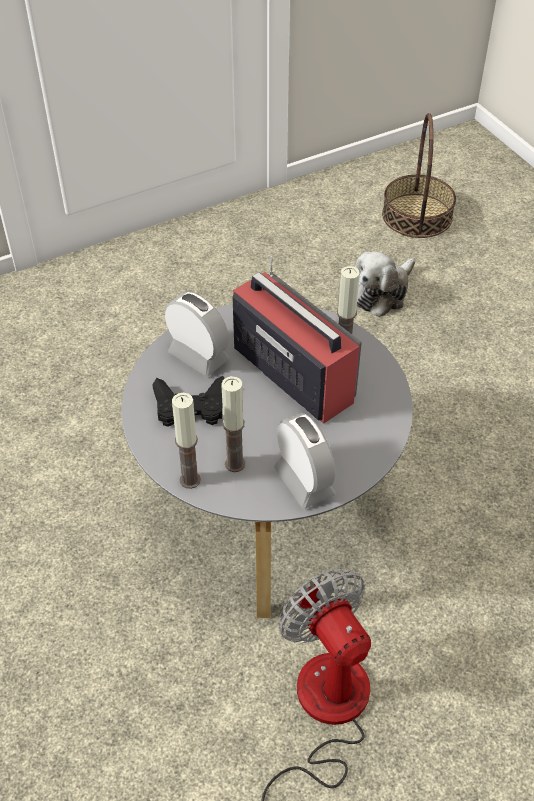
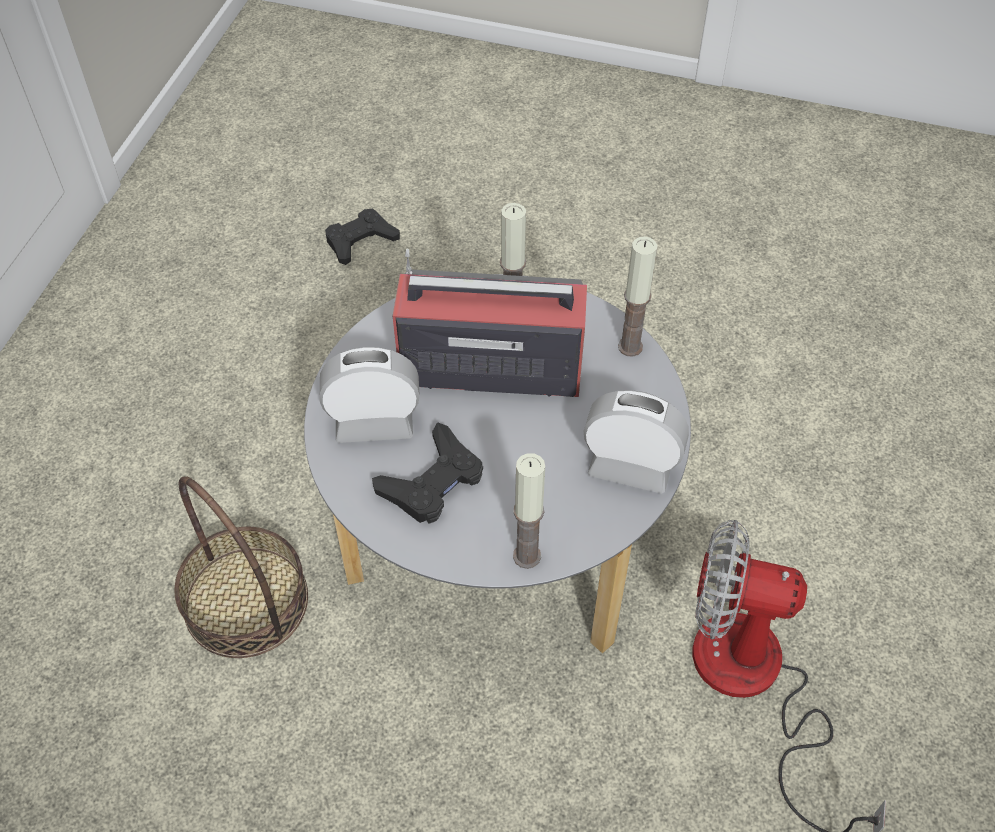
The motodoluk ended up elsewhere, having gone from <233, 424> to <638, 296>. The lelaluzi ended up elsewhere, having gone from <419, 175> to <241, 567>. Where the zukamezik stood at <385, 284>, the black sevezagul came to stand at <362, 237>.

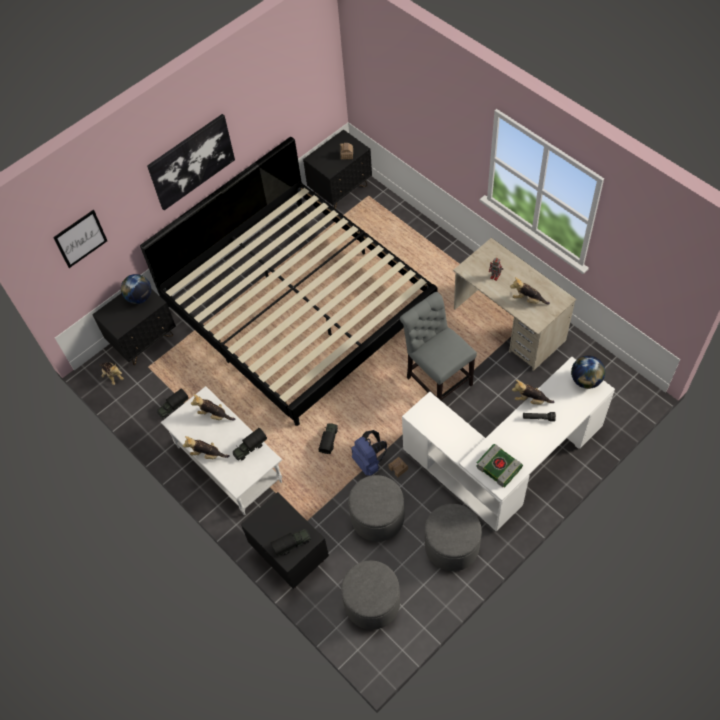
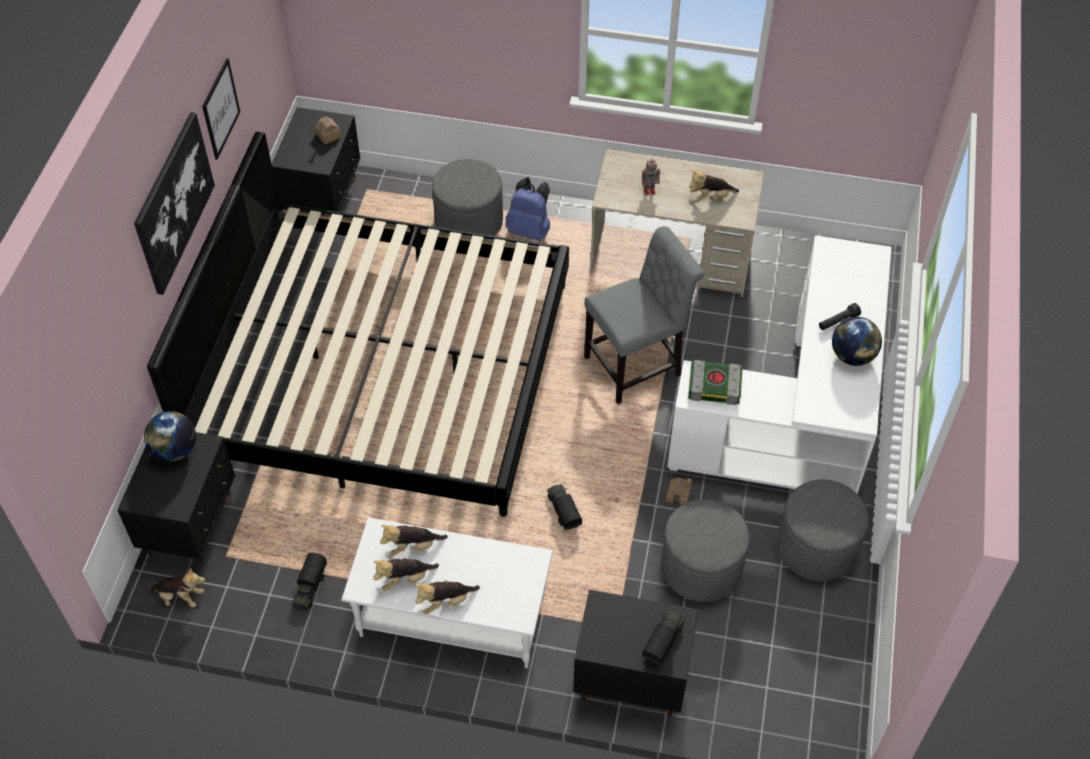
The second view lost the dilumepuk at <250, 444>. The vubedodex ended up elsewhere, having gone from <80, 239> to <221, 109>. The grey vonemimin ended up elsewhere, having gone from <370, 595> to <467, 197>. The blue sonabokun ended up elsewhere, having gone from <369, 453> to <527, 209>. The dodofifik ended up elsewhere, having gone from <499, 466> to <715, 382>. The zukamezik ended up elsewhere, having gone from <533, 392> to <406, 574>. The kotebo ended up elsewhere, having gone from <588, 372> to <857, 341>. The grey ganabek at <438, 346> ended up facing another way, 135 degrees clockwise from before.

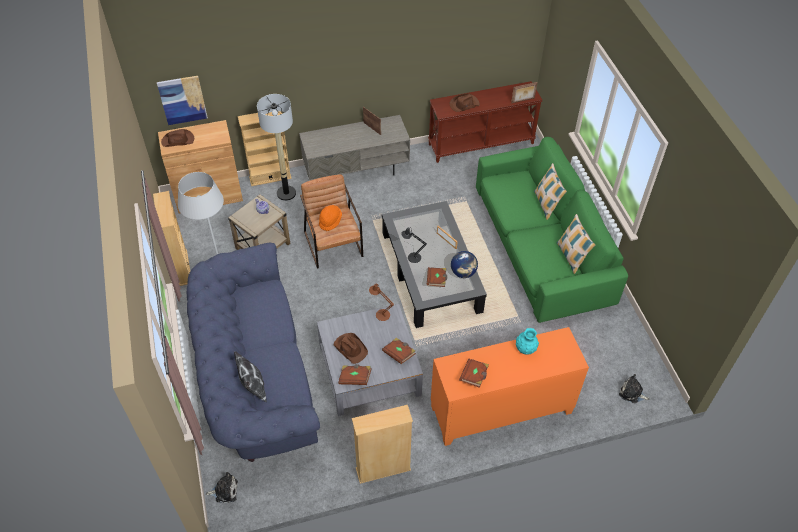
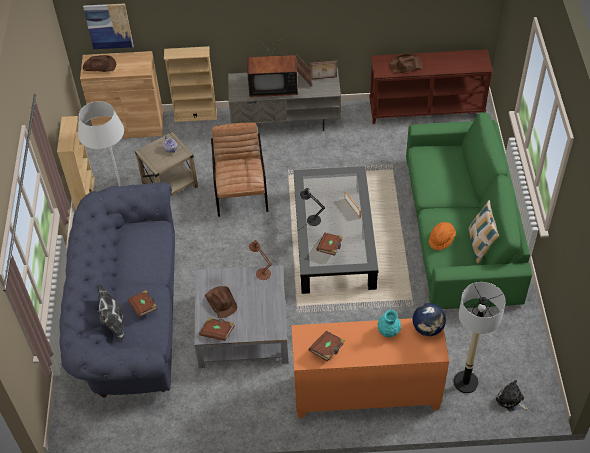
The second view lost the zukamezik at <222, 487>. The second view lost the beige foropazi at <382, 444>. The second view lost the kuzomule at <550, 191>. The second view gained the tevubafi at <272, 68>. The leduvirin ended up elsewhere, having gone from <276, 147> to <480, 337>. The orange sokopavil ended up elsewhere, having gone from <330, 218> to <442, 236>. The brown dodofifik ended up elsewhere, having gone from <399, 351> to <142, 303>. The kotebo ended up elsewhere, having gone from <464, 264> to <429, 319>. The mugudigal ended up elsewhere, having gone from <524, 93> to <323, 69>.

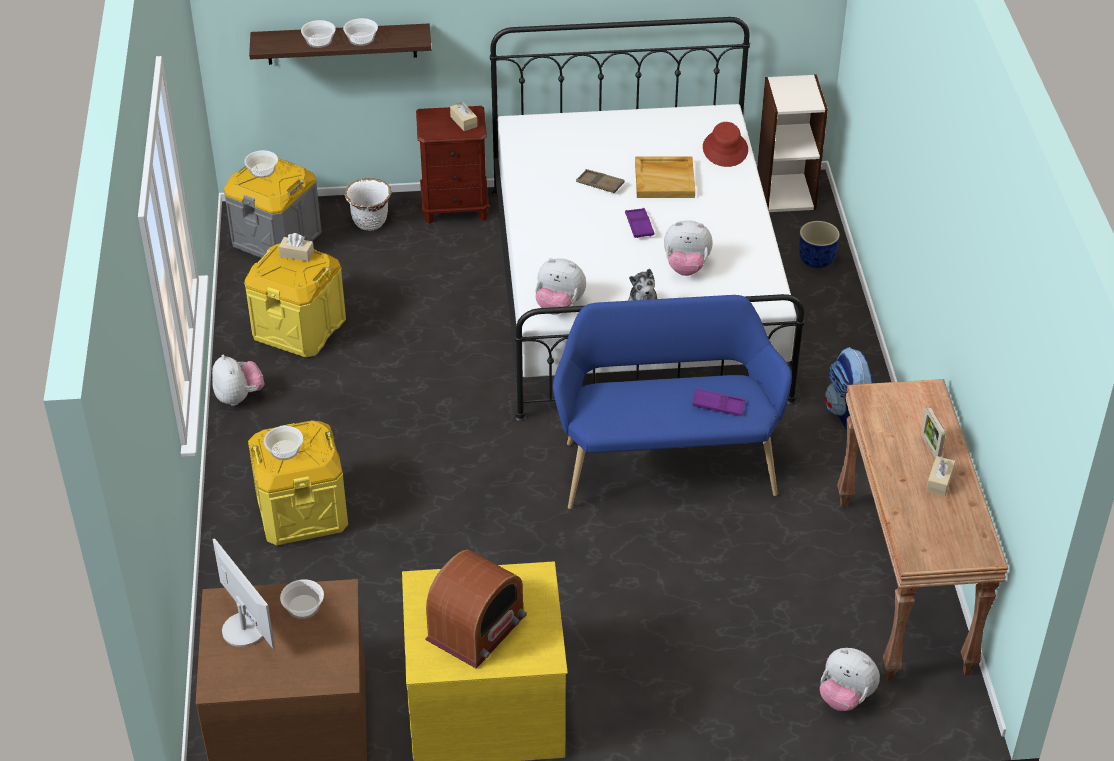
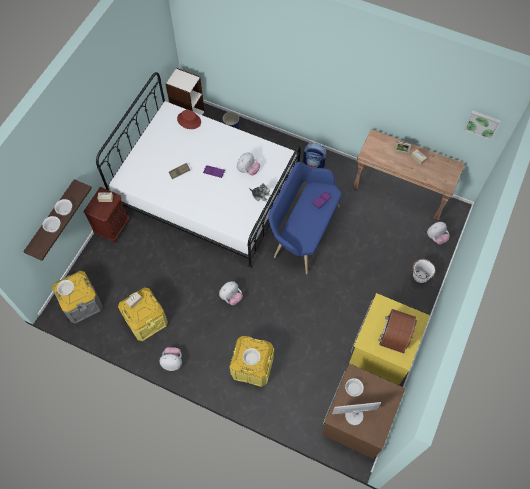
The second view lost the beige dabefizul at <665, 177>. The second view gained the vubedodex at <482, 125>. The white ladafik ended up elsewhere, having gone from <368, 204> to <424, 271>. The zukamezik ended up elsewhere, having gone from <560, 286> to <231, 293>. The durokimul at <476, 609> ended up facing another way, 135 degrees counterclockwise from before.

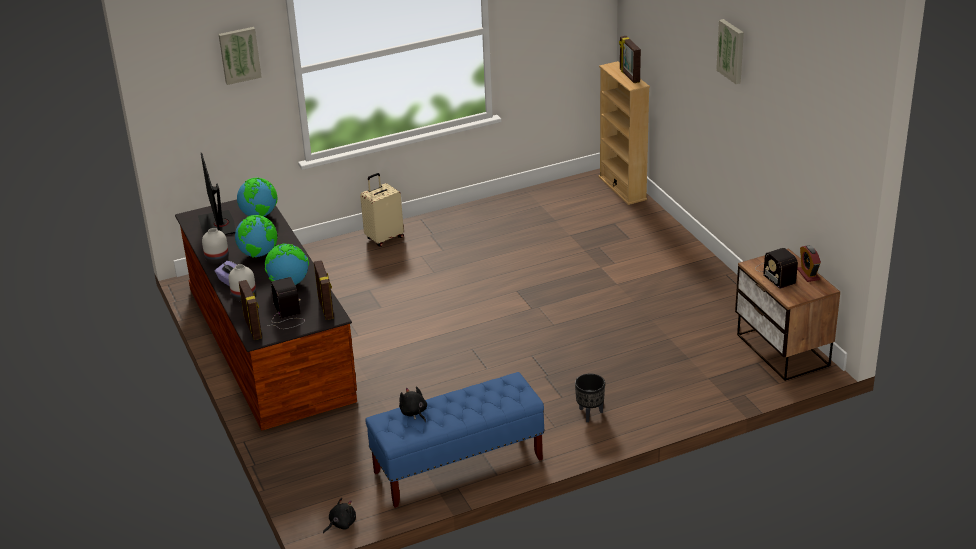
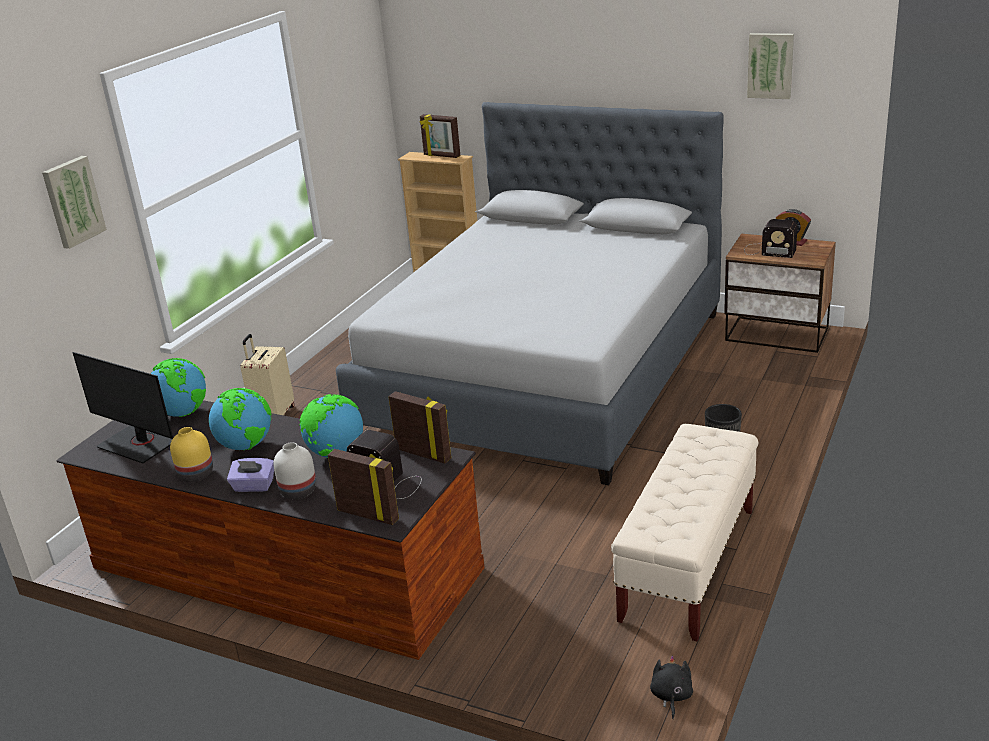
The second view lost the black zukamezik at <413, 404>. The second view gained the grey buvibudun at <530, 293>. The vubedodex ended up elsewhere, having gone from <730, 51> to <770, 66>. What was the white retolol at <215, 246> turned into the yellow retolol at <191, 454>. What was the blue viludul at <455, 440> turned into the beige viludul at <684, 533>.

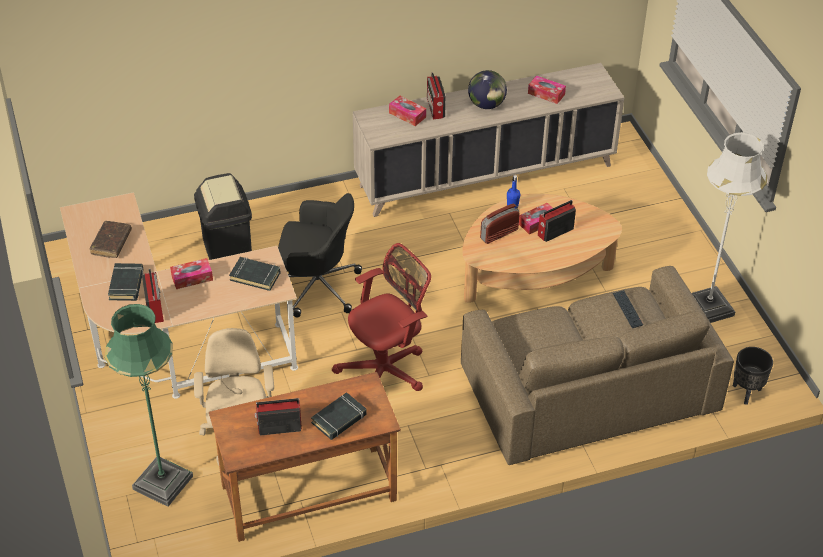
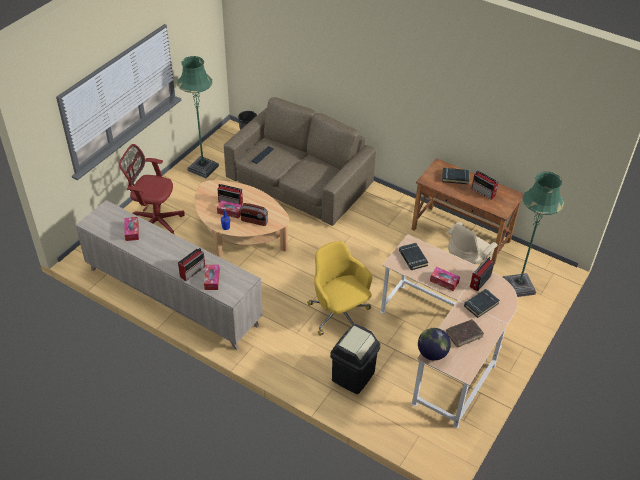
The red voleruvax ended up elsewhere, having gone from <381, 317> to <152, 189>. The kotebo ended up elsewhere, having gone from <487, 89> to <434, 344>. What was the black voleruvax at <320, 255> turned into the yellow voleruvax at <339, 288>. What was the white leduvirin at <729, 227> turned into the green leduvirin at <198, 117>.

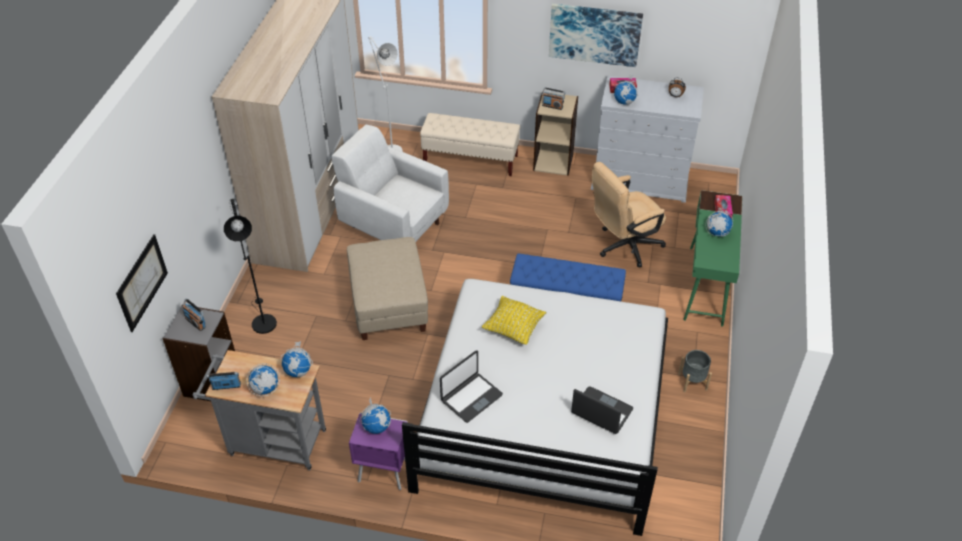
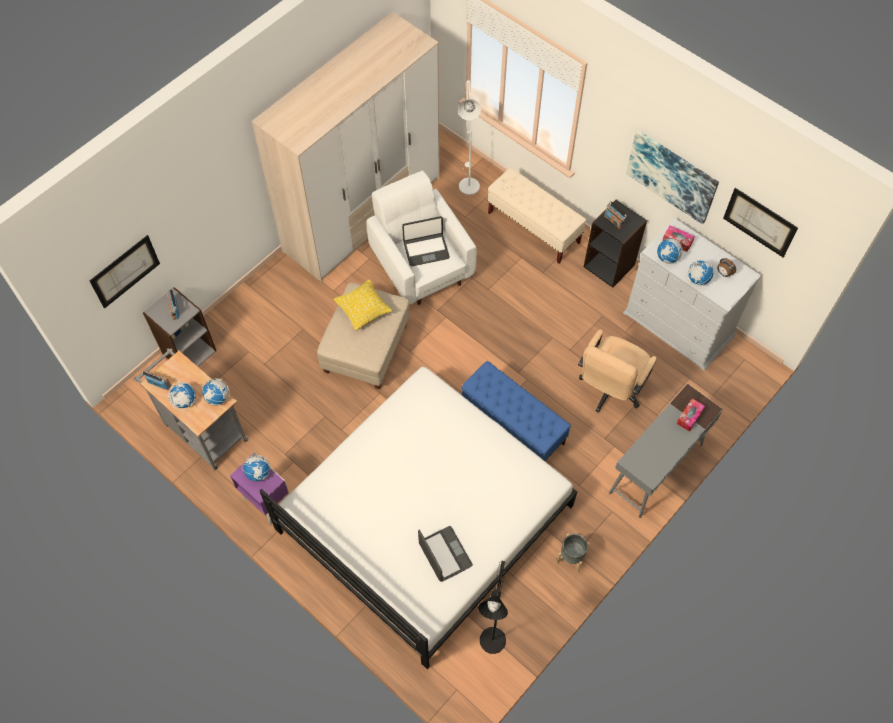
The second view gained the vubedodex at <760, 223>. The black leduvirin ended up elsewhere, having gone from <250, 266> to <493, 607>. The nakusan ended up elsewhere, having gone from <471, 386> to <426, 241>. The yellow kuzomule ended up elsewhere, having gone from <514, 320> to <363, 305>. The kotebo ended up elsewhere, having gone from <719, 224> to <699, 273>. What was the beige foropazi at <555, 134> turned into the black foropazi at <615, 244>. What was the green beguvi at <713, 258> turned into the grey beguvi at <666, 450>. The beige voleruvax at <629, 214> ended up facing another way, 60 degrees counterclockwise from before.

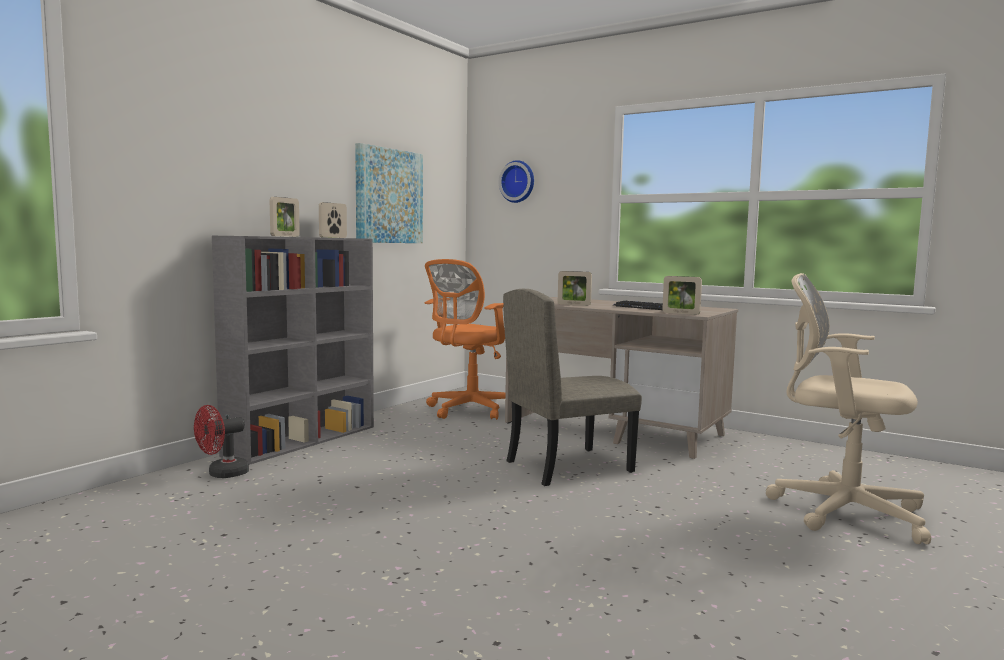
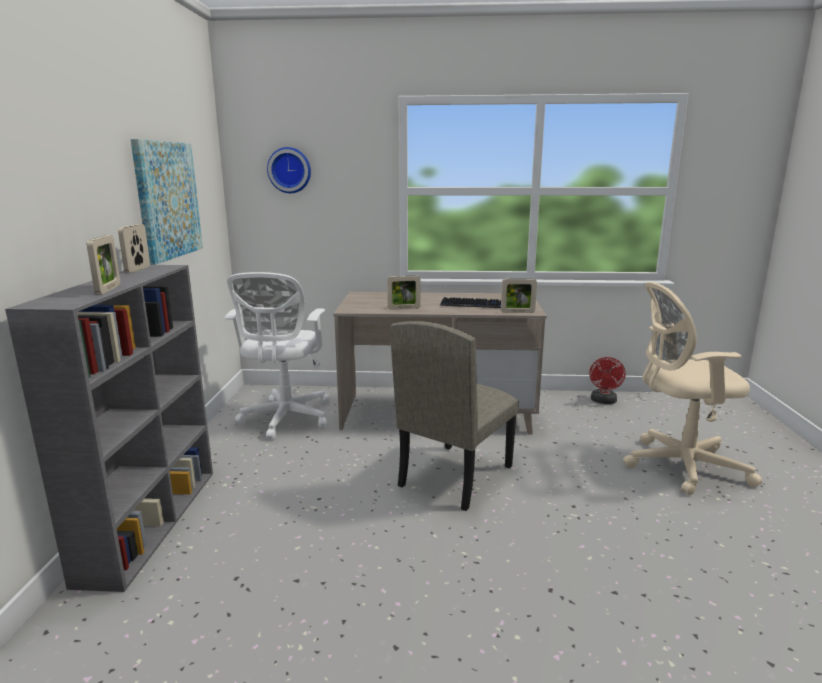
The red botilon ended up elsewhere, having gone from <221, 441> to <607, 380>. What was the orange voleruvax at <464, 339> turned into the white voleruvax at <277, 356>.

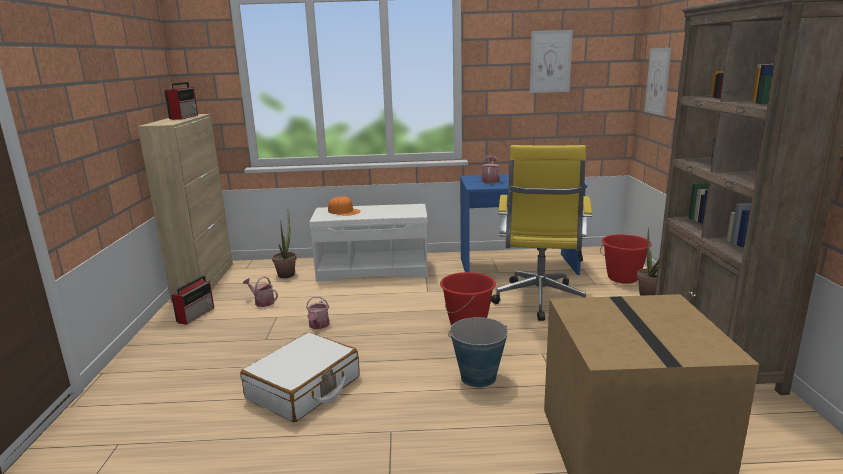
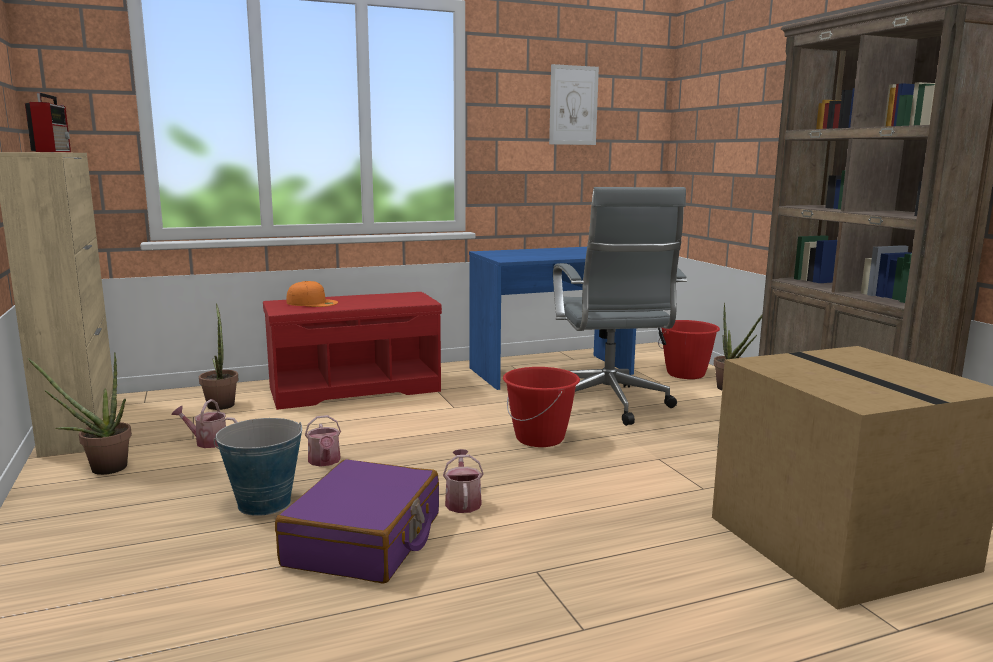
The second view lost the vubedodex at <658, 82>. The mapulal ended up elsewhere, having gone from <478, 352> to <258, 467>. The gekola ended up elsewhere, having gone from <491, 169> to <463, 481>. Where the durokimul stood at <192, 300>, the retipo came to stand at <80, 413>. What was the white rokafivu at <300, 377> turned into the purple rokafivu at <357, 521>. What was the white viludul at <368, 243> turned into the red viludul at <352, 351>. What was the yellow voleruvax at <541, 233> turned into the grey voleruvax at <620, 306>.

